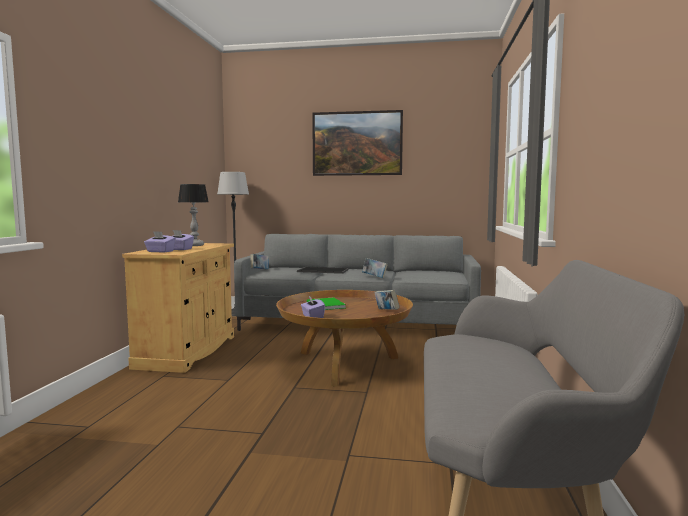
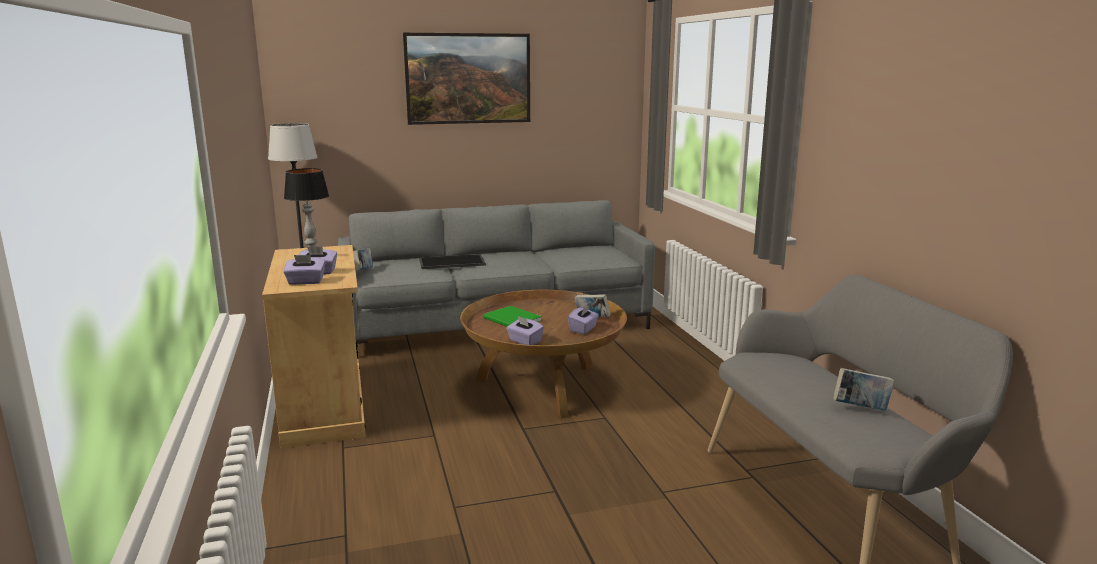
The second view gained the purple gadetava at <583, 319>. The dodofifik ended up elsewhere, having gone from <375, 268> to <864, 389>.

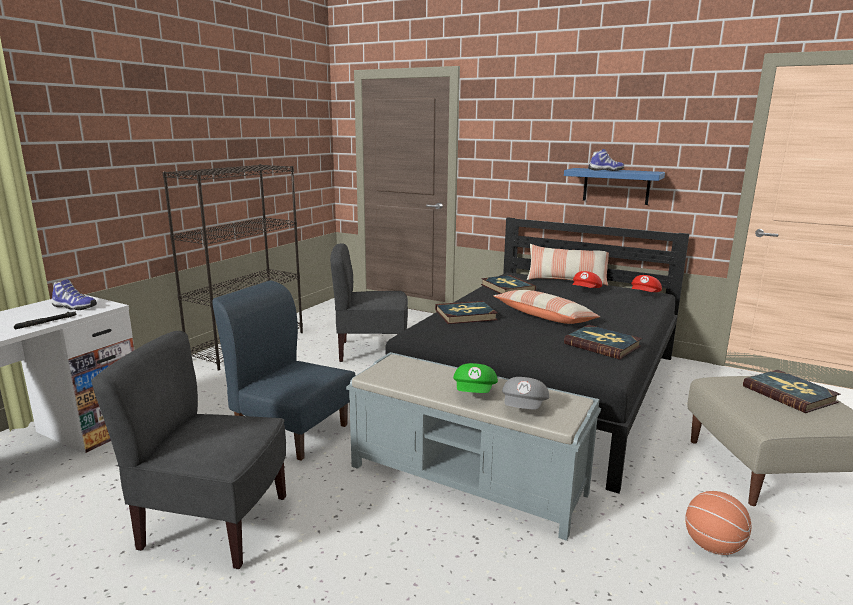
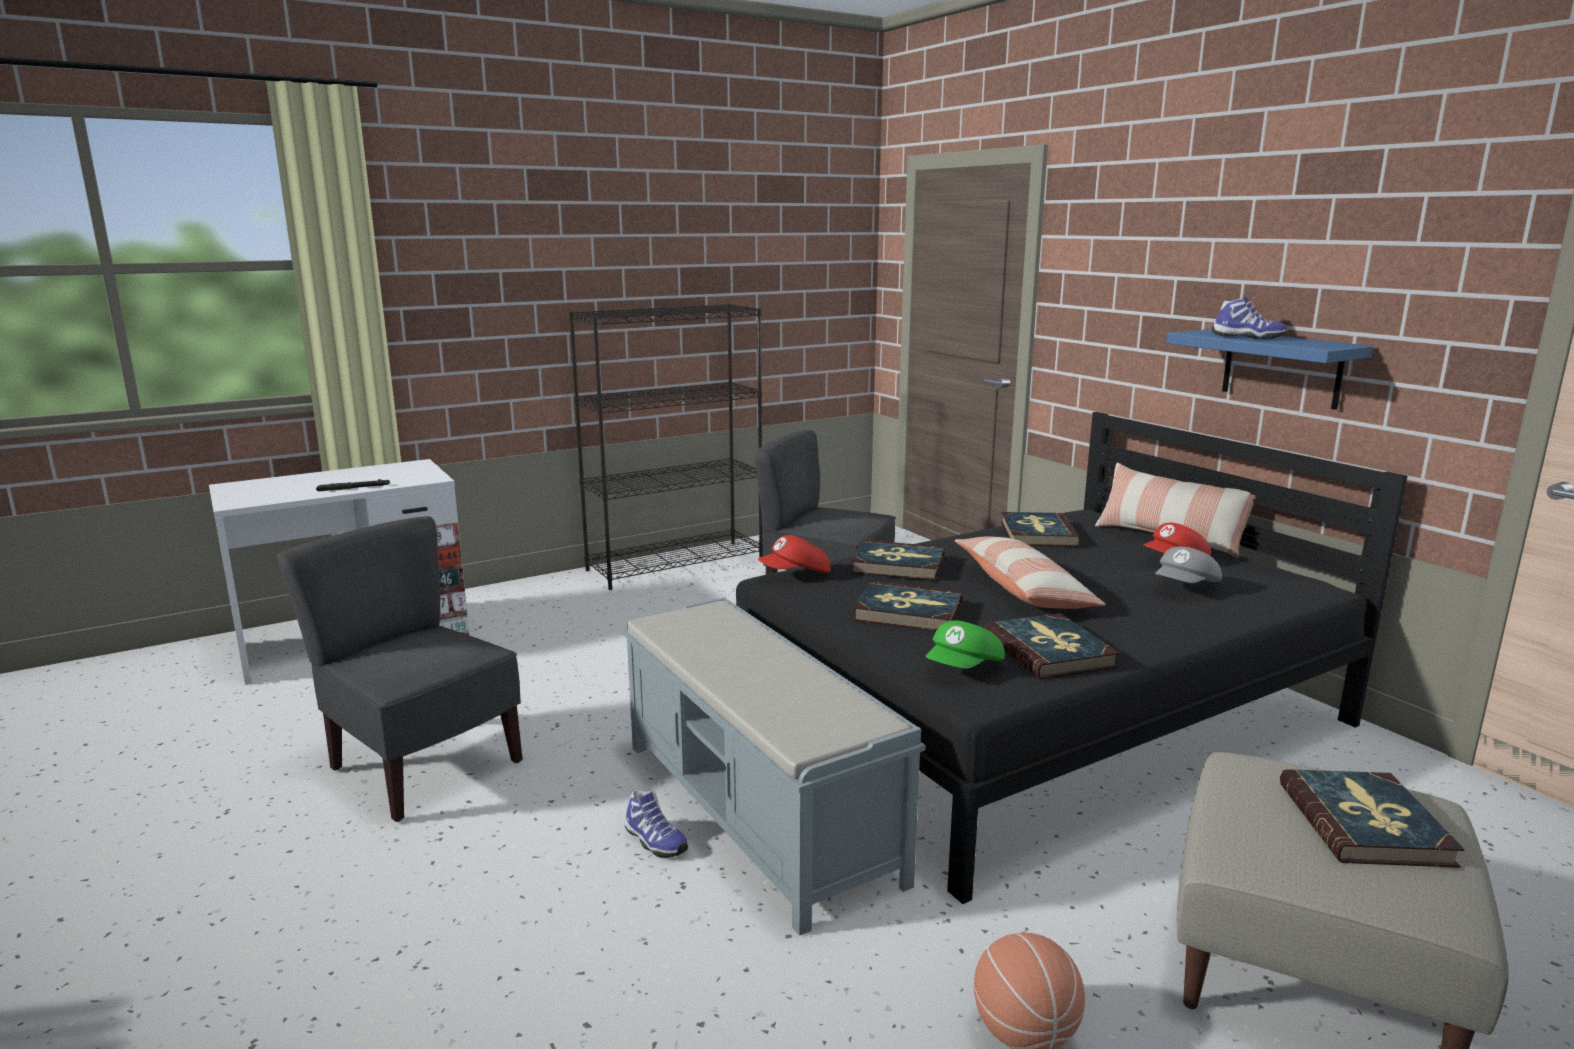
The second view lost the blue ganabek at <283, 370>. The second view gained the dodofifik at <907, 606>. The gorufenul ended up elsewhere, having gone from <74, 294> to <656, 824>. The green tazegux ended up elsewhere, having gone from <475, 378> to <965, 644>. The grey tazegux ended up elsewhere, having gone from <525, 393> to <1188, 564>. The red tazegux ended up elsewhere, having gone from <646, 283> to <794, 554>.

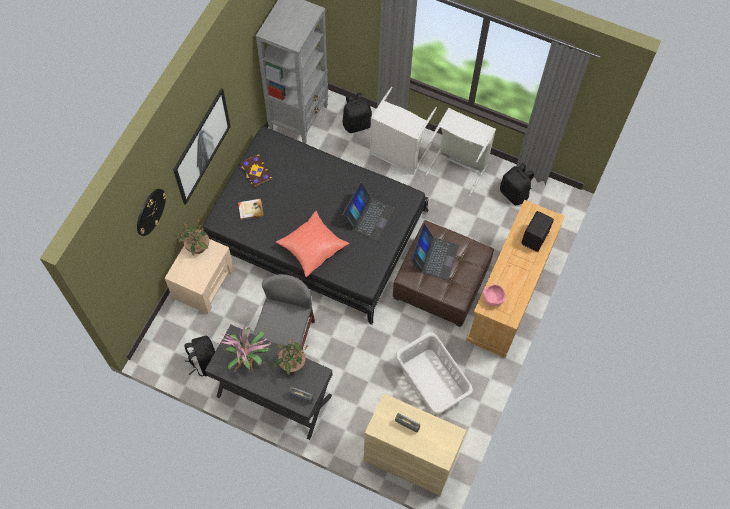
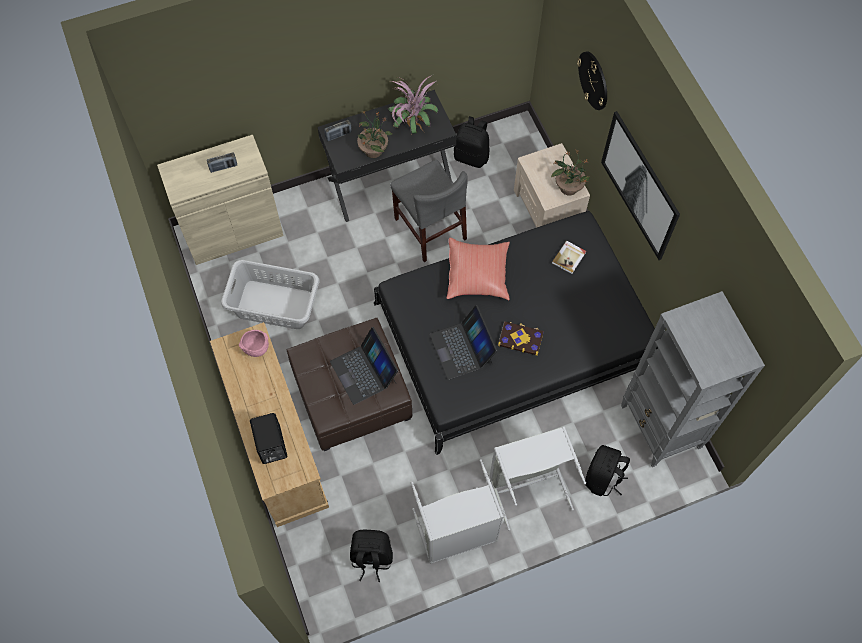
The dodofifik ended up elsewhere, having gone from <257, 170> to <521, 338>.

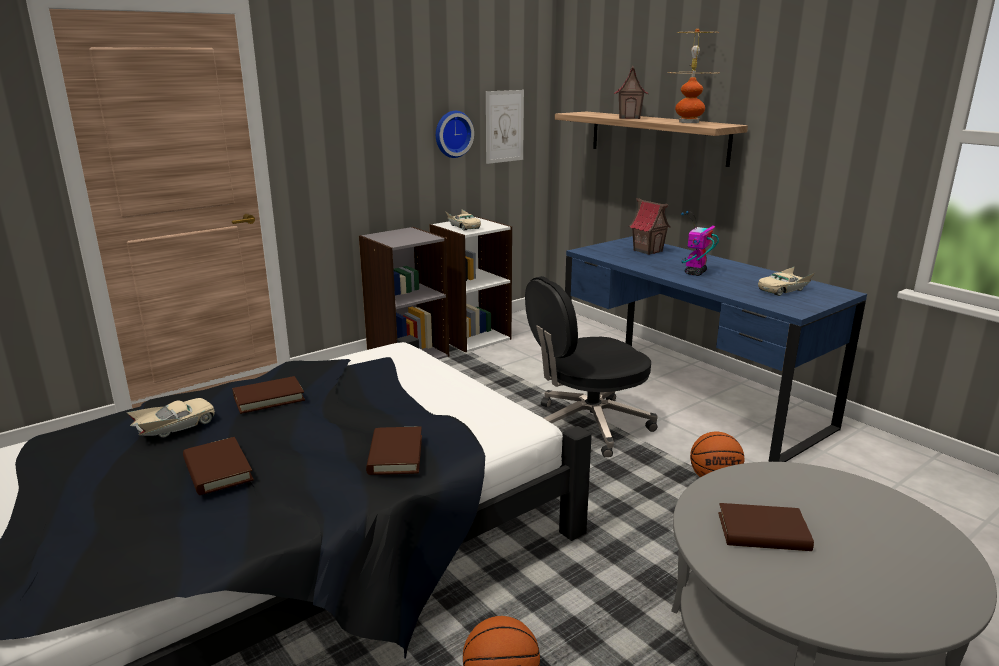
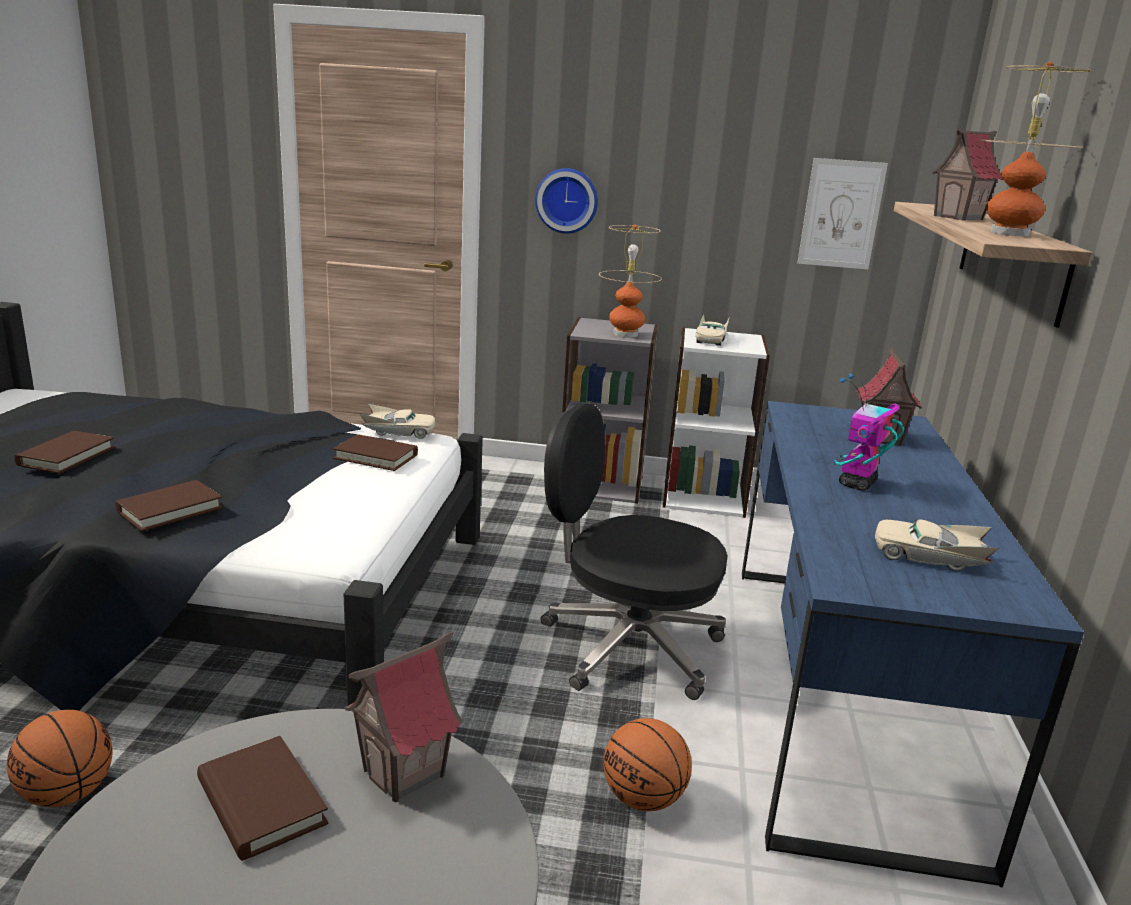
The second view gained the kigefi at <403, 717>. The second view gained the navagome at <630, 281>. The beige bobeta ended up elsewhere, having gone from <170, 418> to <398, 421>. The brown dodofifik ended up elsewhere, having gone from <268, 395> to <375, 452>. The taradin ended up elsewhere, having gone from <455, 134> to <566, 201>. The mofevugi at <700, 243> ended up facing another way, 45 degrees counterclockwise from before.

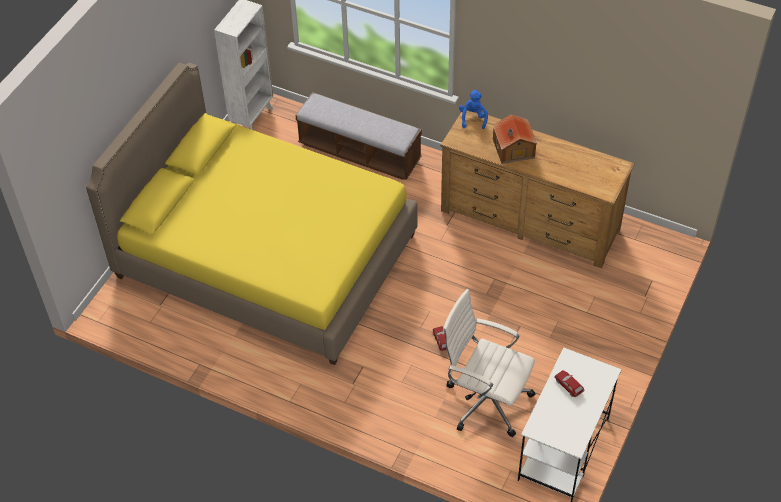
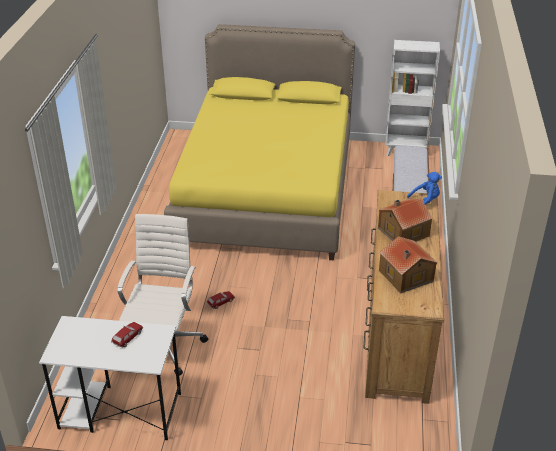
The second view gained the kigefi at <408, 264>.

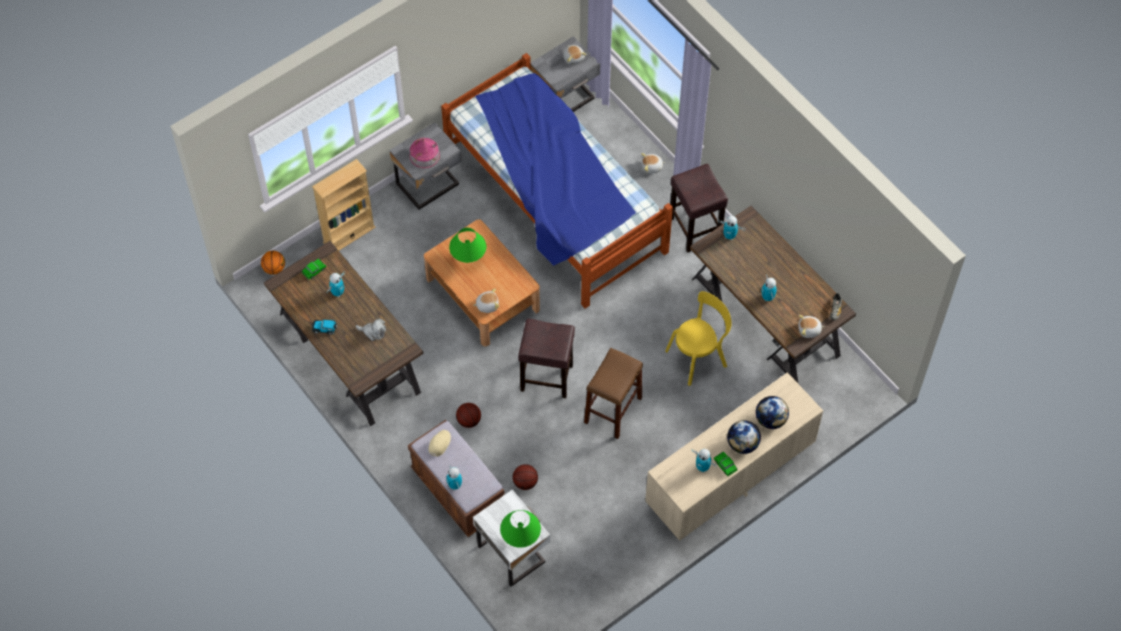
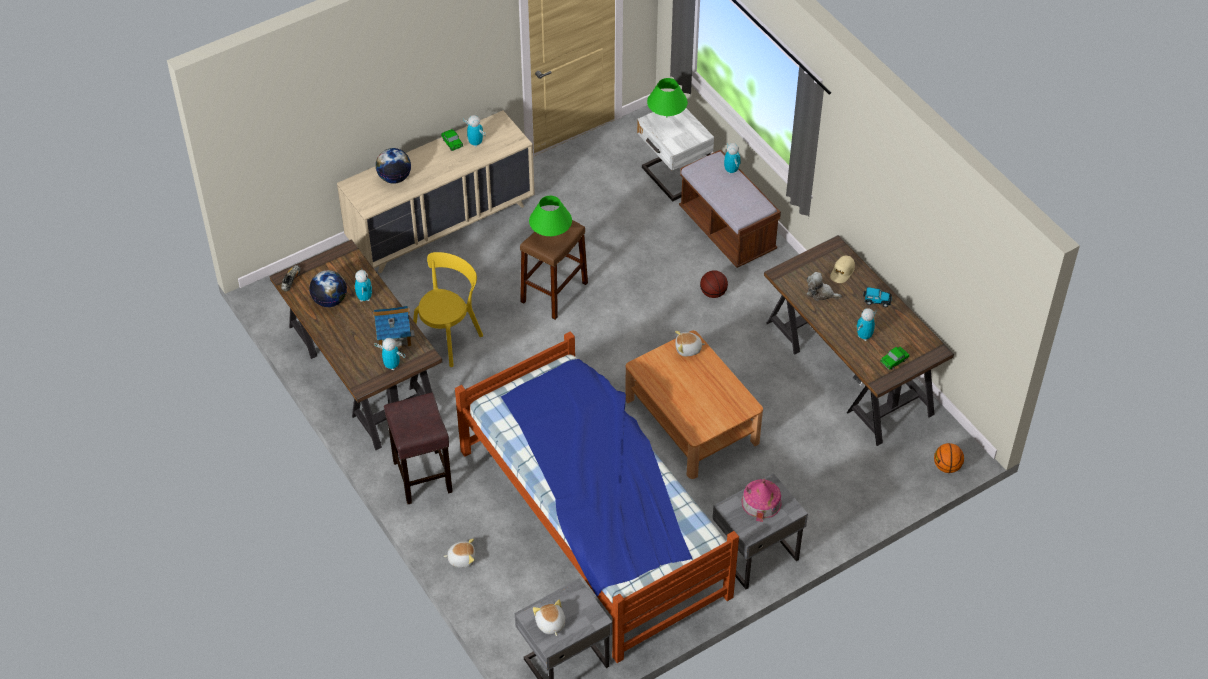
The second view lost the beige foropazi at <344, 204>. The second view lost the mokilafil at <525, 477>. The second view lost the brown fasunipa at <546, 358>. The second view lost the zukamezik at <812, 326>. The second view gained the kigefi at <394, 328>. The beige tazegux ended up elsewhere, having gone from <440, 443> to <842, 269>. The green navagome ended up elsewhere, having gone from <467, 245> to <550, 216>. The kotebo ended up elsewhere, having gone from <744, 437> to <328, 288>. The yellow ganabek at <698, 338> ended up facing another way, 150 degrees clockwise from before.

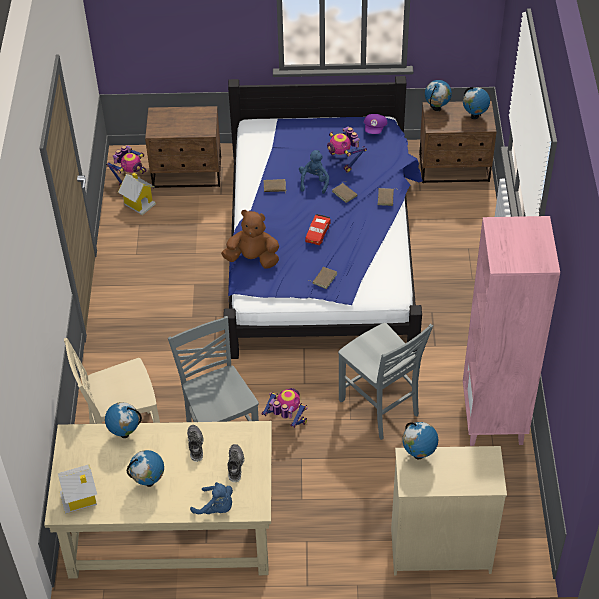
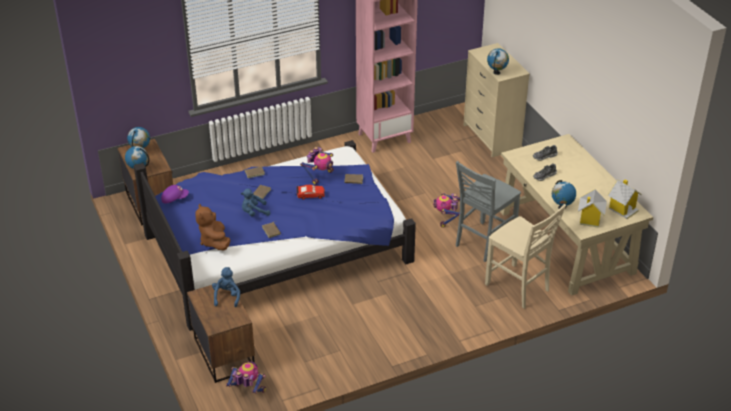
The second view lost the kotebo at <145, 468>. The second view lost the grey ganabek at <385, 381>. The kigefi ended up elsewhere, having gone from <137, 194> to <592, 208>. The blue zukamezik ended up elsewhere, having gone from <211, 498> to <226, 287>. The brown zukamezik ended up elsewhere, having gone from <250, 239> to <213, 227>. The mofevugi ended up elsewhere, having gone from <347, 149> to <317, 166>.

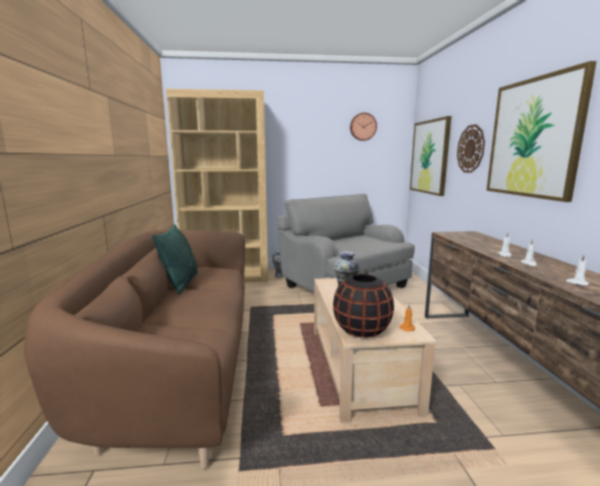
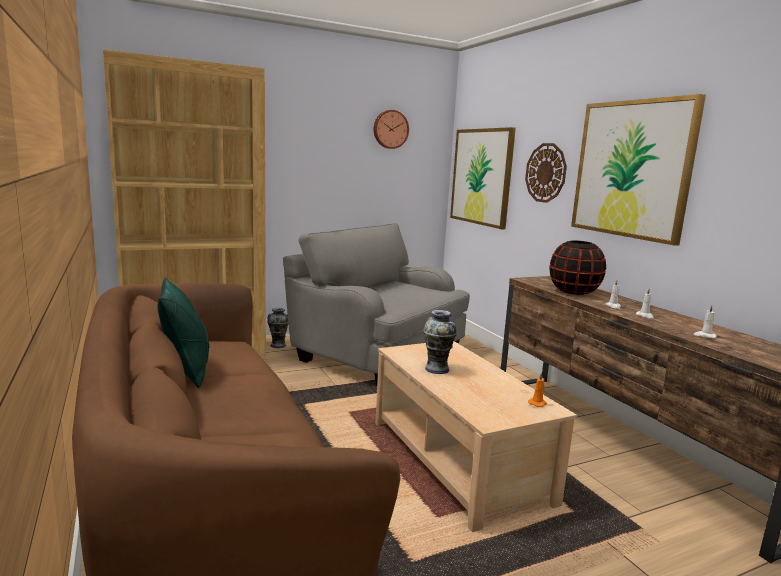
The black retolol ended up elsewhere, having gone from <363, 306> to <578, 267>.

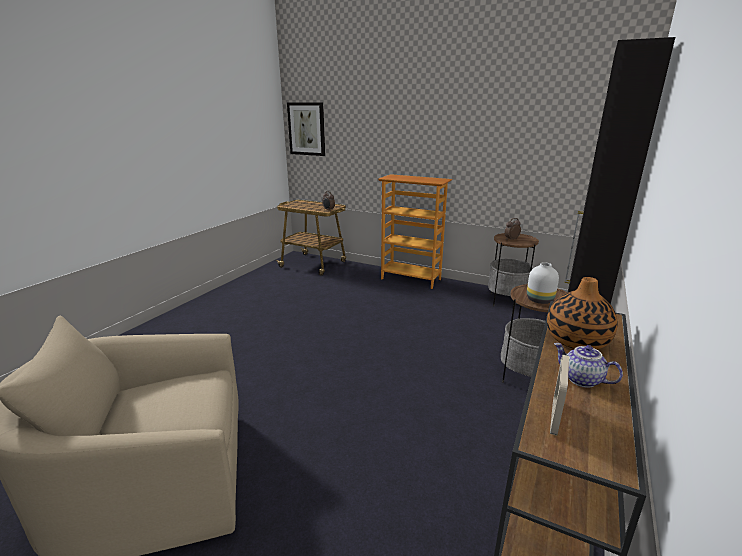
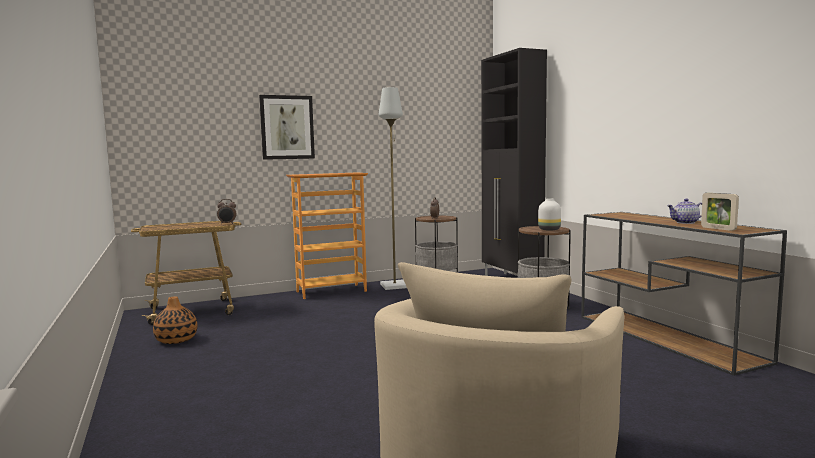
The second view gained the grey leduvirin at <393, 188>. The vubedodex ended up elsewhere, having gone from <306, 129> to <287, 127>. The retolol ended up elsewhere, having gone from <582, 313> to <175, 320>.

